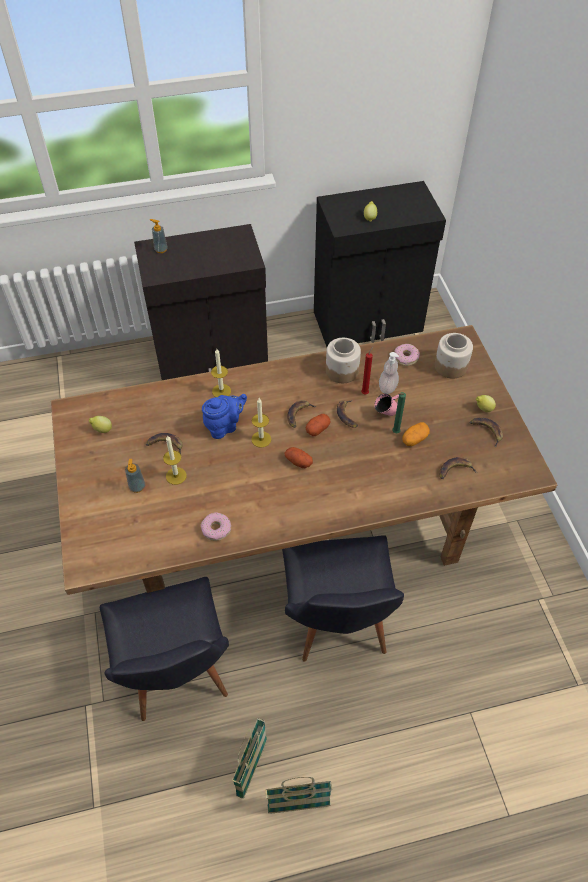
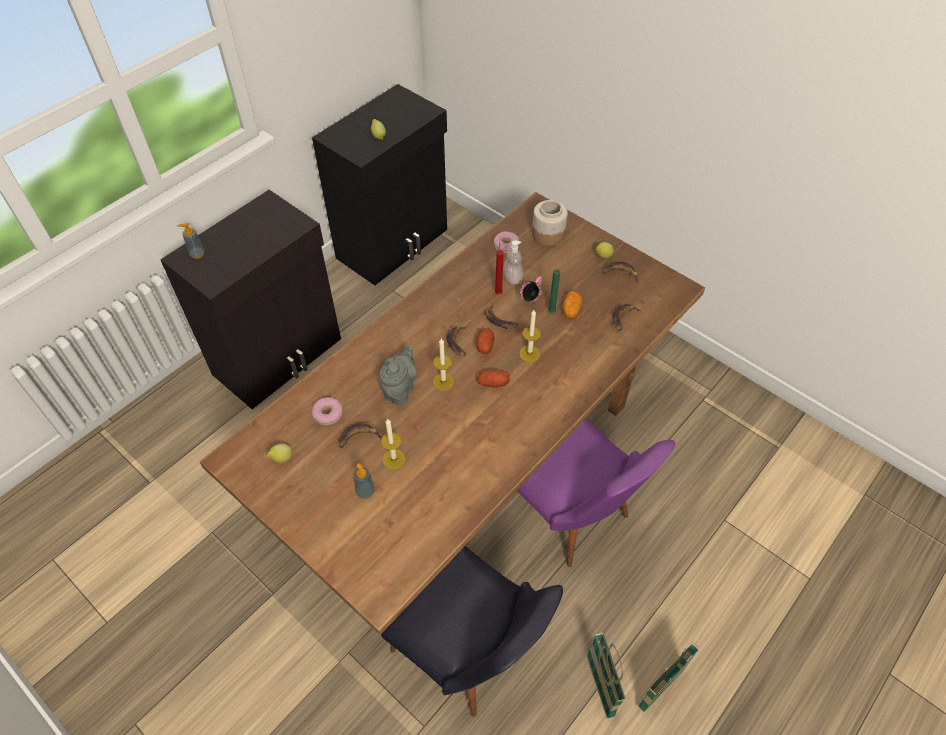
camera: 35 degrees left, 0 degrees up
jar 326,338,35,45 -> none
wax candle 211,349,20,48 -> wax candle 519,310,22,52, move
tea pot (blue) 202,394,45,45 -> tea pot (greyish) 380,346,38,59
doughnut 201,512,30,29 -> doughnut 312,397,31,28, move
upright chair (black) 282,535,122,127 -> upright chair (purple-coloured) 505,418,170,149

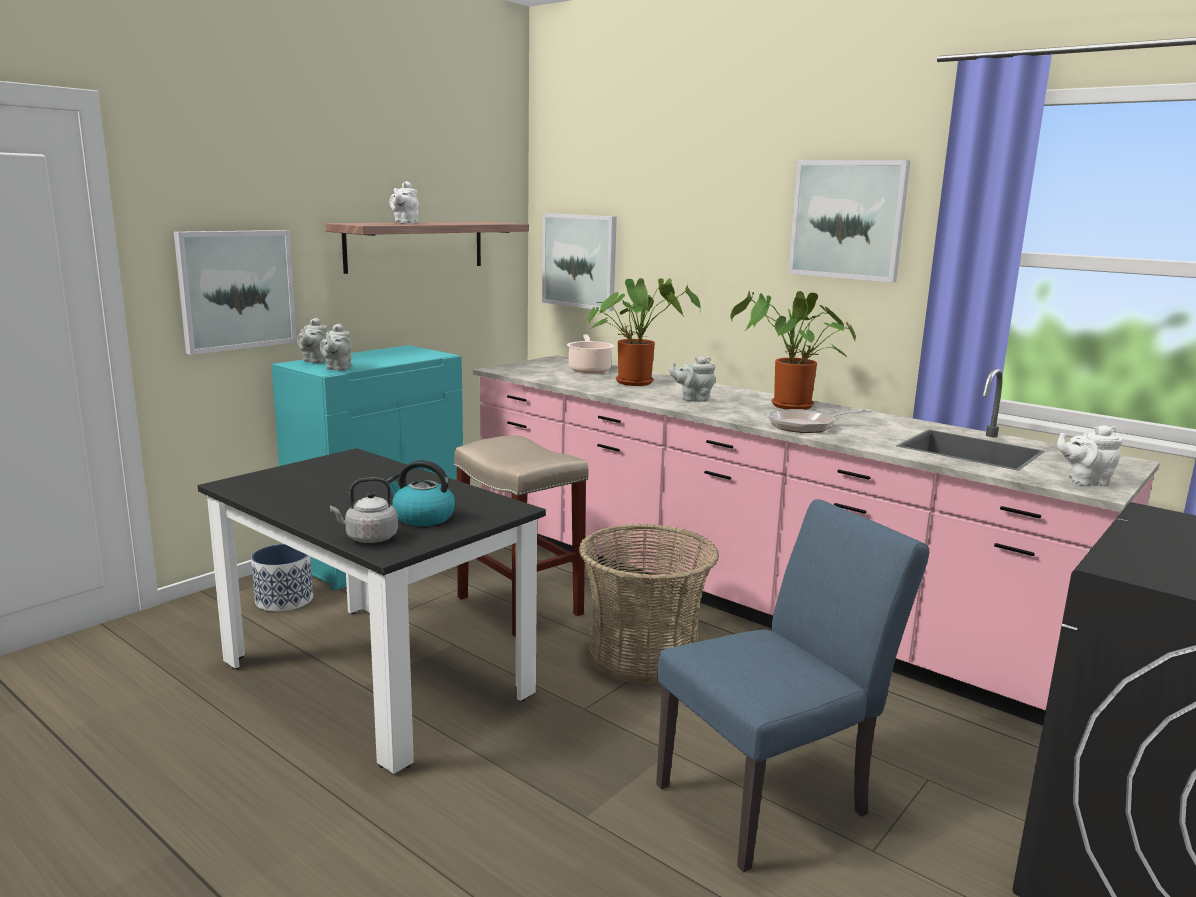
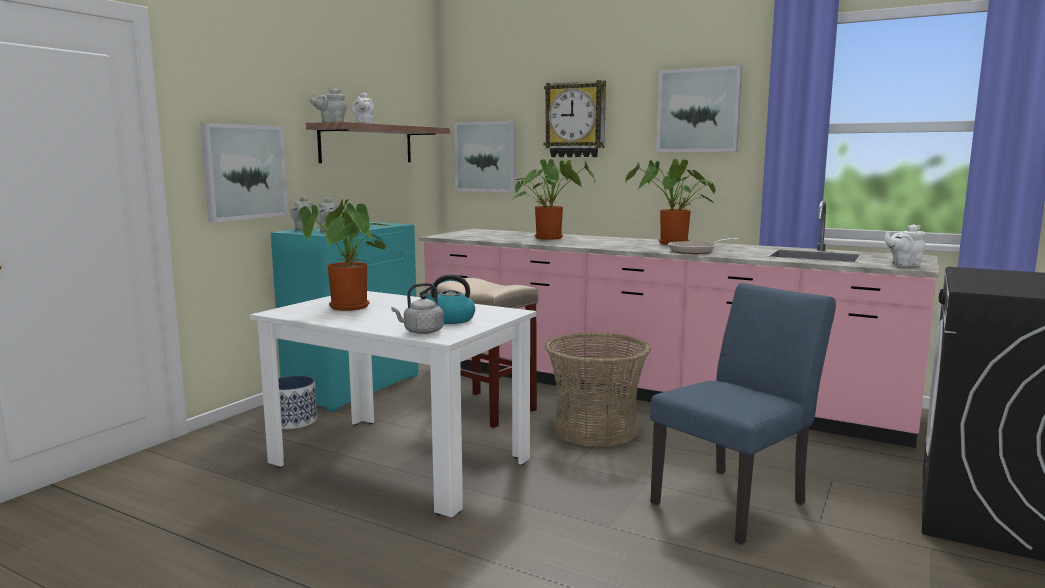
camera: 10 degrees left, 5 degrees down
cooking pot 567,334,47,39 -> none
tea pot (greyish) 669,356,47,46 -> tea pot (greyish) 310,88,37,34, move
dinner table (black) 198,448,348,326 -> dinner table (whitish) 250,291,286,227
none -> hanging clock 544,80,62,77
none -> plant in a pot 299,199,90,112

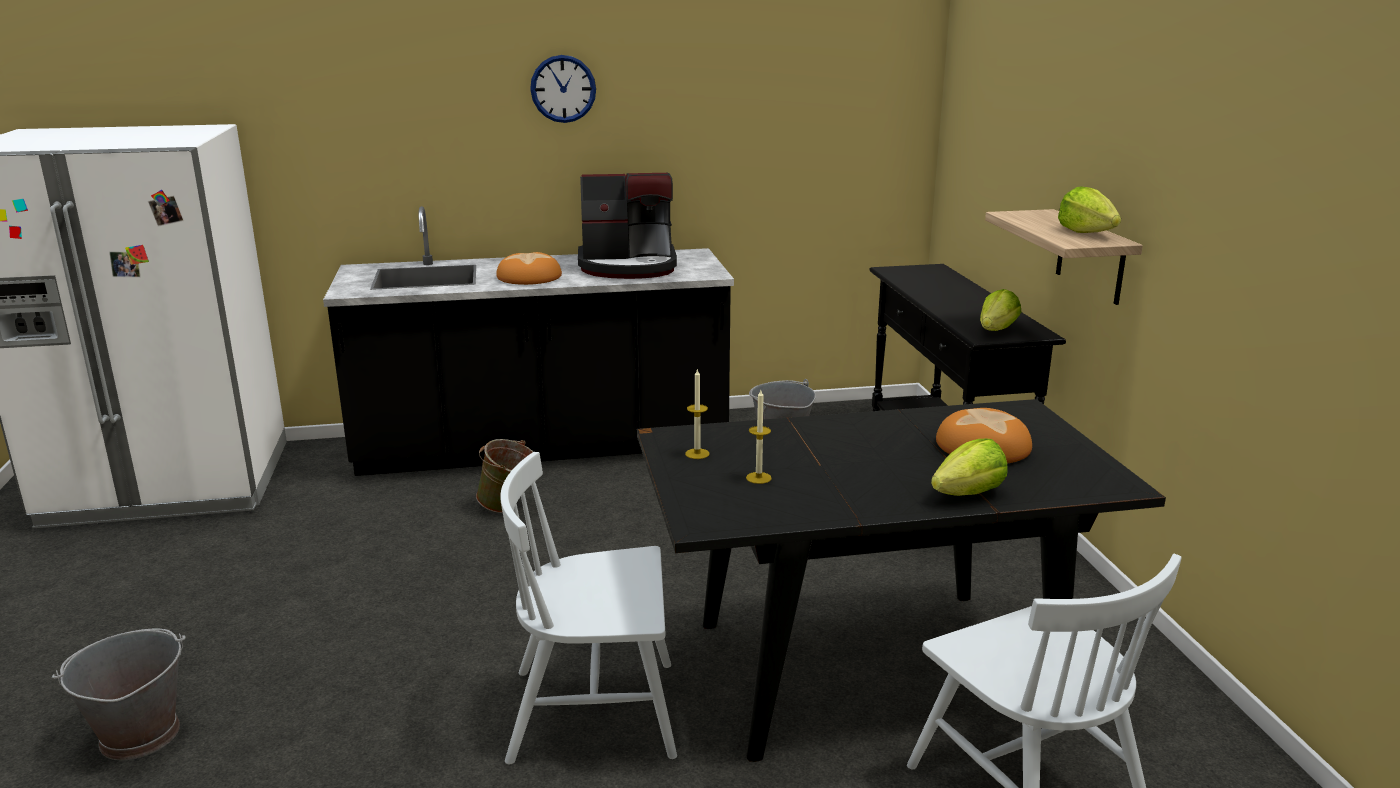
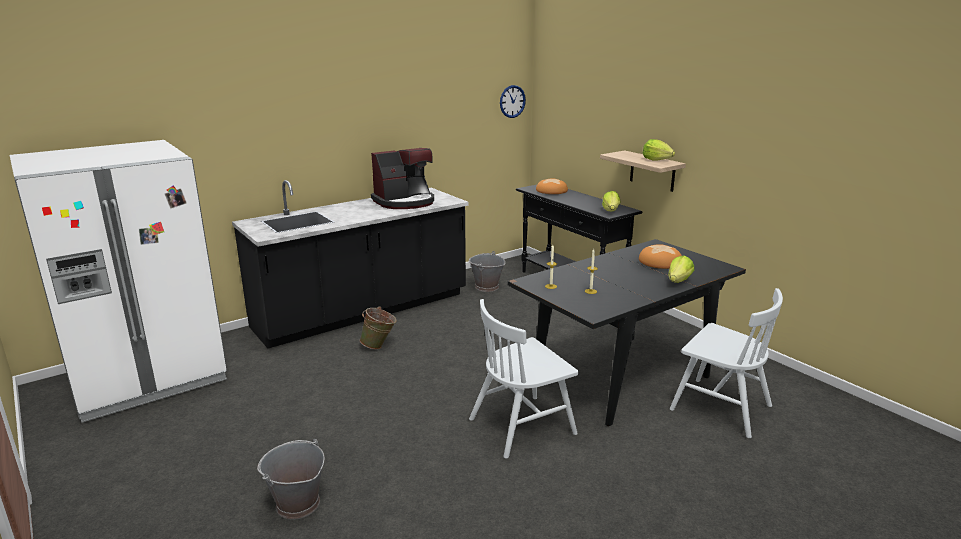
camera: 25 degrees left, 0 degrees up
hanging clock 530,55,66,68 -> hanging clock 500,85,26,33, move
bread 496,252,66,33 -> bread 536,178,32,16, move

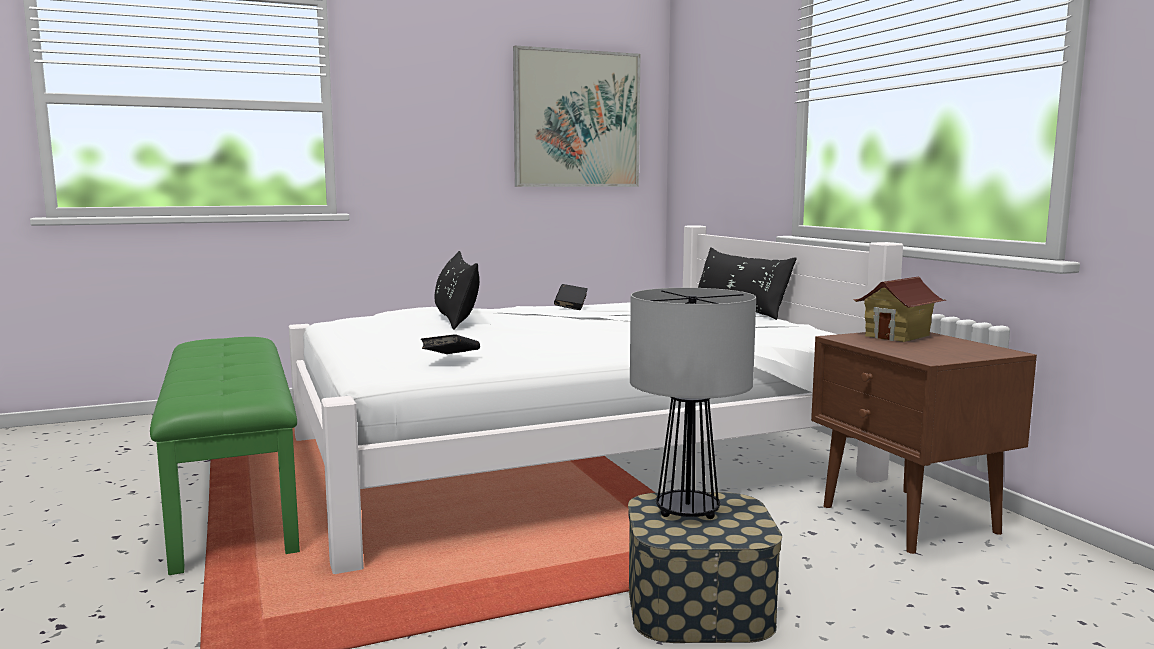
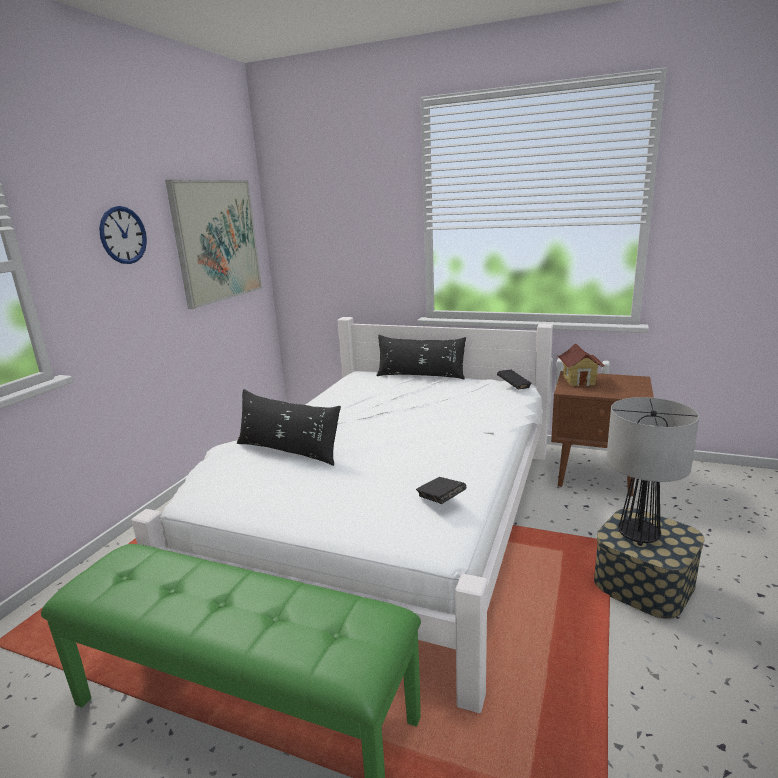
camera: 45 degrees left, 10 degrees up
book (black) 554,284,34,26 -> book (black) 497,370,35,19, move
none -> hanging clock 99,206,48,58

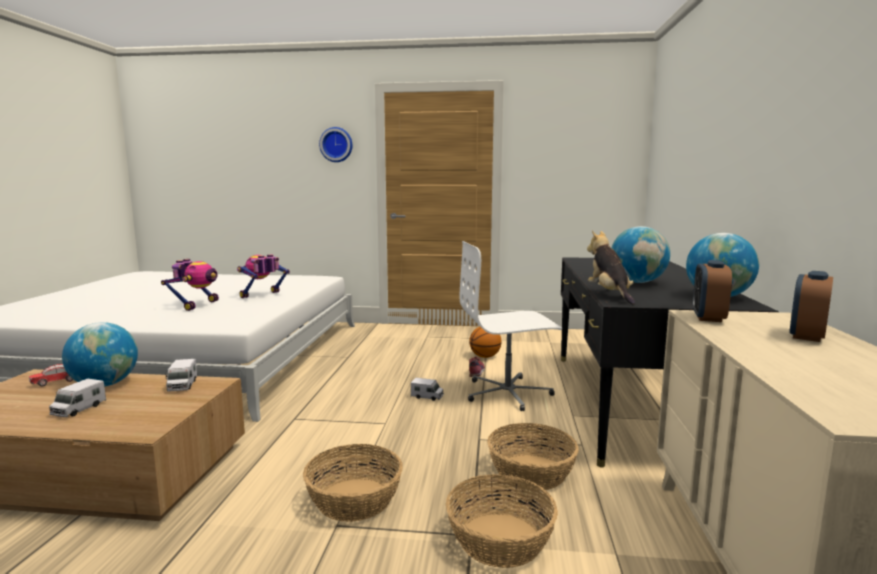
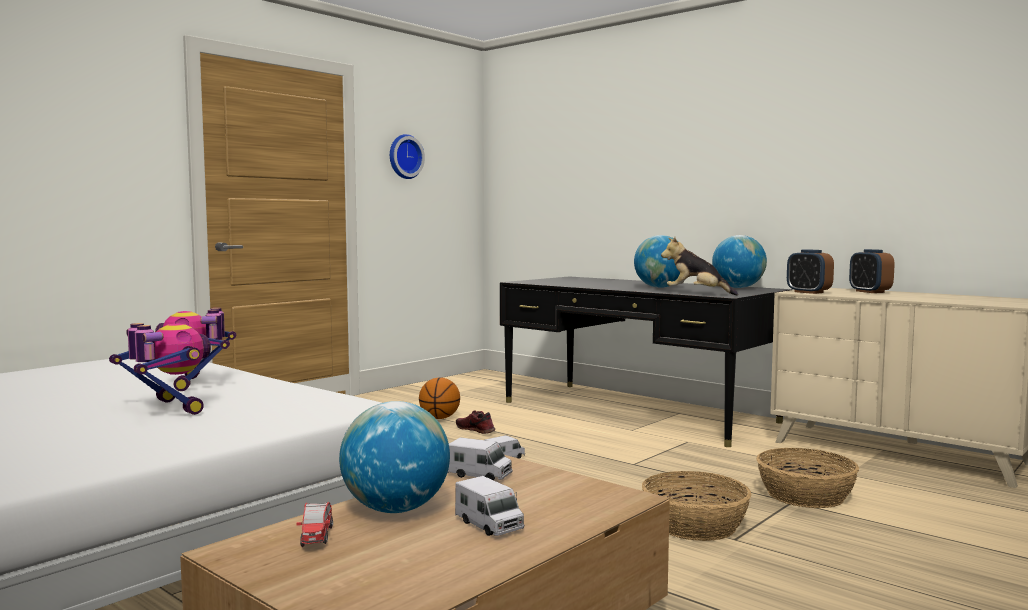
camera: 55 degrees left, 5 degrees down
hanging clock 319,127,33,35 -> hanging clock 390,134,35,45, move
computer chair (whitish) 460,241,102,170 -> none
storage basket 487,423,92,68 -> none

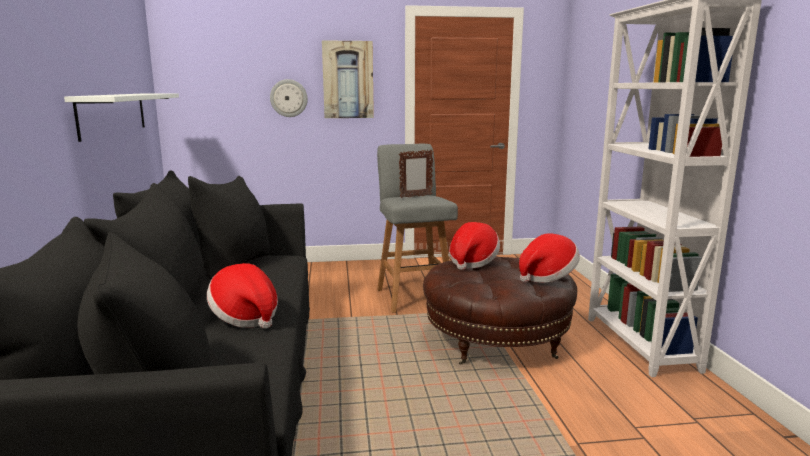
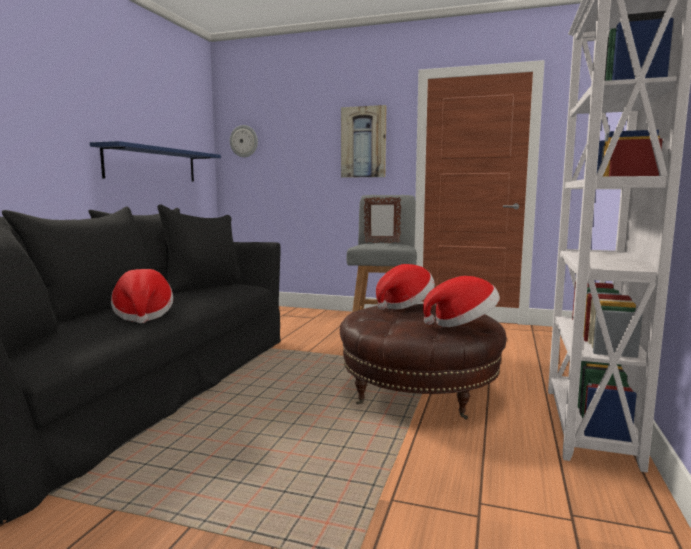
camera: 25 degrees right, 5 degrees down
hanging clock 270,79,38,38 -> hanging clock 230,125,28,32, move
shelf (whitish) 64,93,115,49 -> shelf (blue) 90,141,131,41

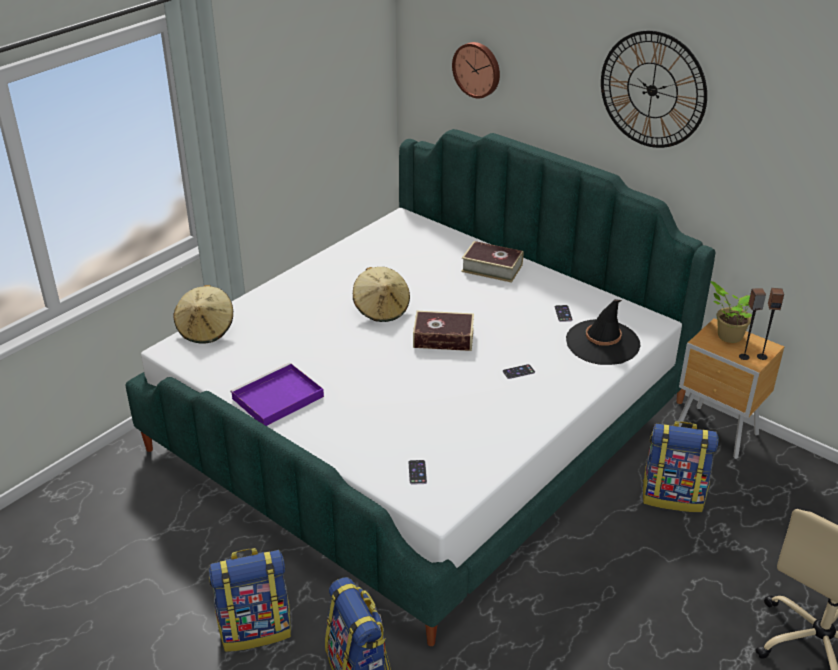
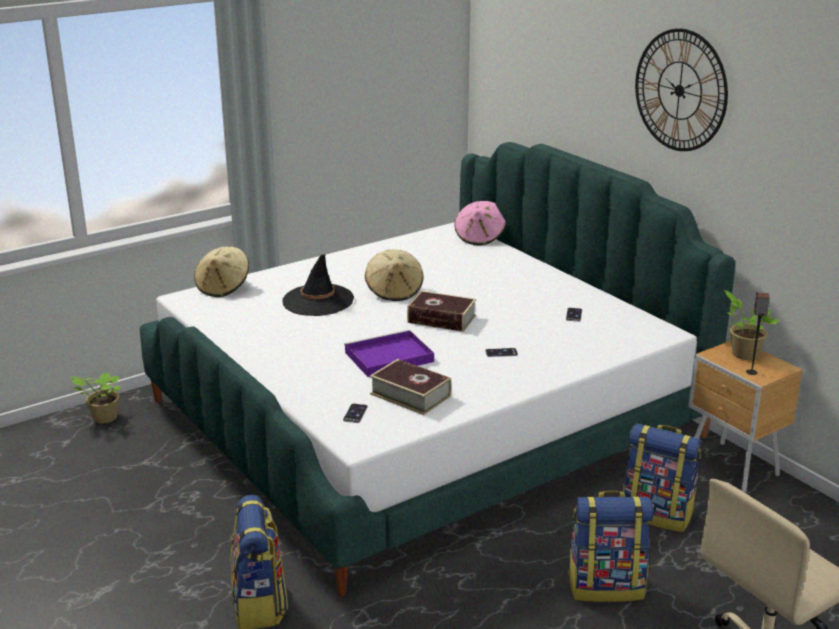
camera: 15 degrees right, 10 degrees down
hanging clock 452,42,48,57 -> none
book 461,241,62,42 -> book 370,359,82,56, move
loudspeaker 757,288,27,72 -> none
wearable hat (black) 566,299,74,66 -> wearable hat (black) 282,254,72,62, move
tray (purple-coloured) 230,363,94,63 -> tray (purple-coloured) 344,330,90,47, move
backpack 209,548,82,104 -> backpack 568,491,86,111, move
none -> wearable hat (pinkish) 454,201,52,44
none -> plant in a pot 70,372,51,52

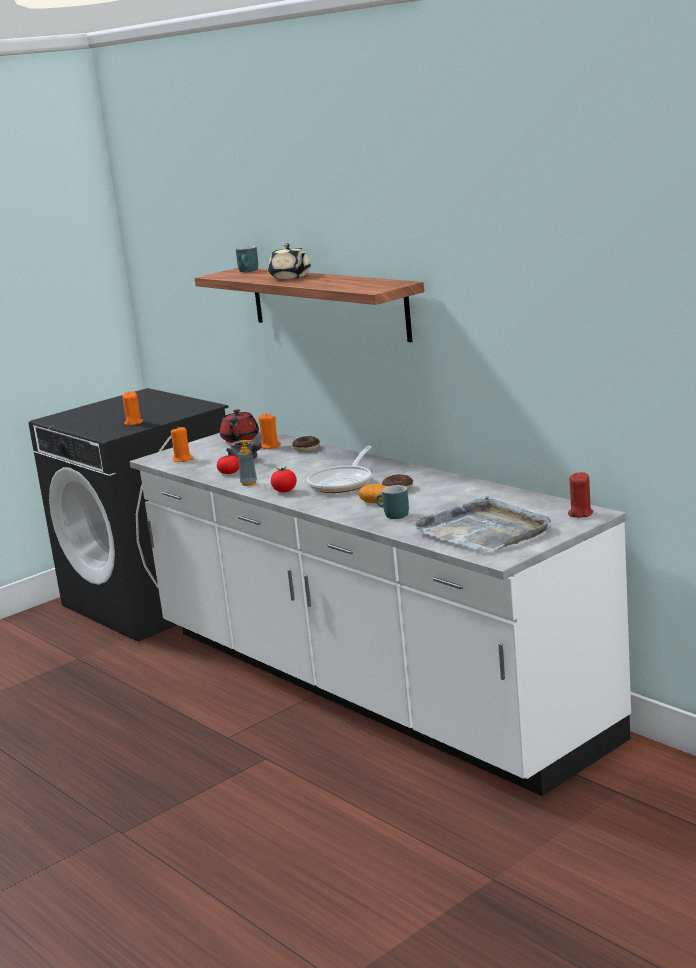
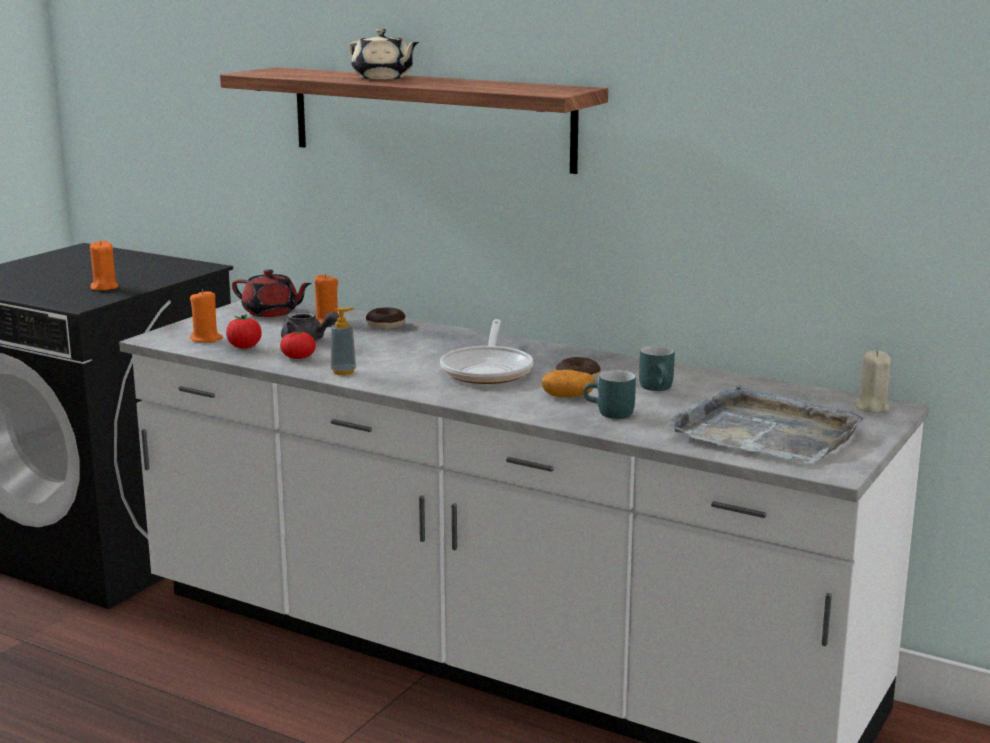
camera: 20 degrees left, 0 degrees up
coffee mug (blue-green) 236,246,22,26 -> coffee mug (blue-green) 639,345,36,46, move
tea pot (red) 220,409,39,34 -> tea pot (red) 232,269,80,48, 60 degrees counterclockwise
tomato 271,467,26,25 -> tomato 226,314,36,35, move
wax candle (red) 568,472,25,46 -> wax candle (beige-coloured) 854,350,37,63

